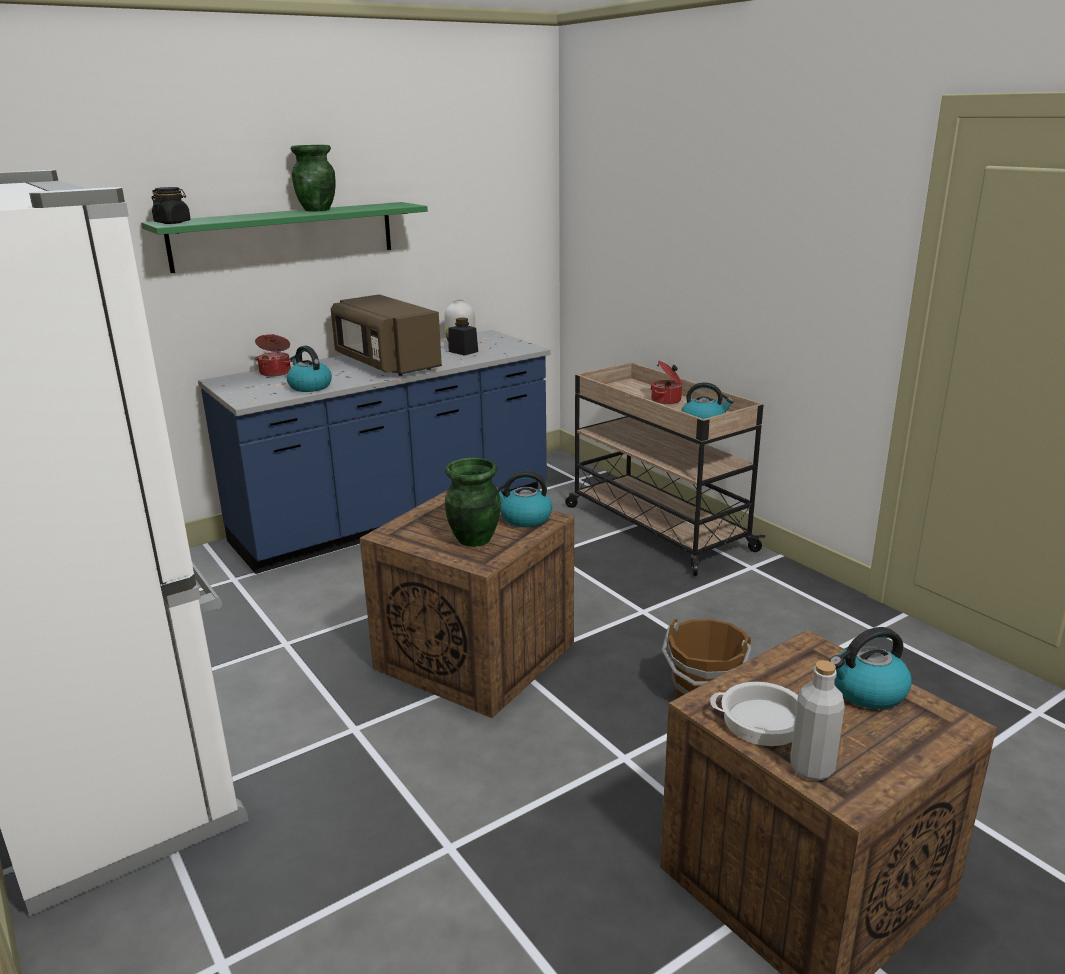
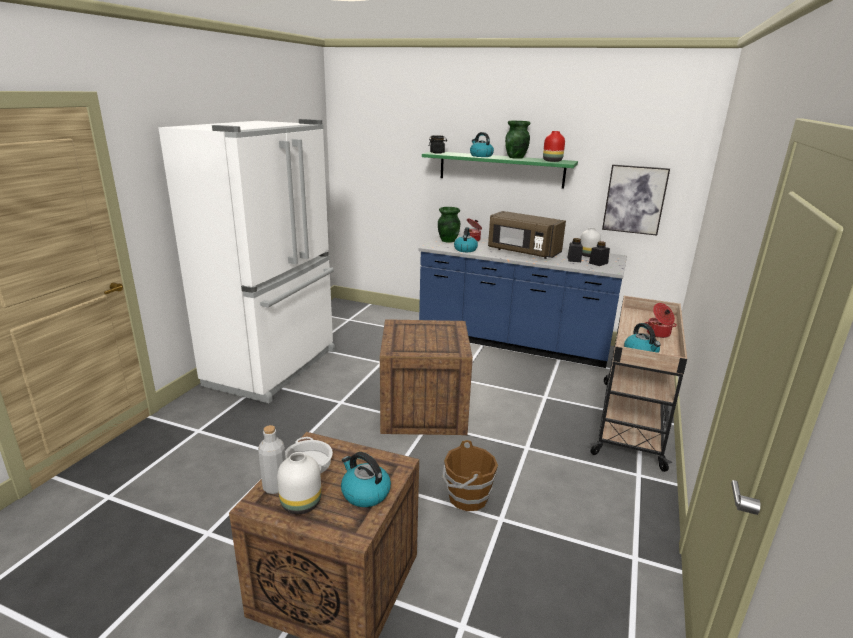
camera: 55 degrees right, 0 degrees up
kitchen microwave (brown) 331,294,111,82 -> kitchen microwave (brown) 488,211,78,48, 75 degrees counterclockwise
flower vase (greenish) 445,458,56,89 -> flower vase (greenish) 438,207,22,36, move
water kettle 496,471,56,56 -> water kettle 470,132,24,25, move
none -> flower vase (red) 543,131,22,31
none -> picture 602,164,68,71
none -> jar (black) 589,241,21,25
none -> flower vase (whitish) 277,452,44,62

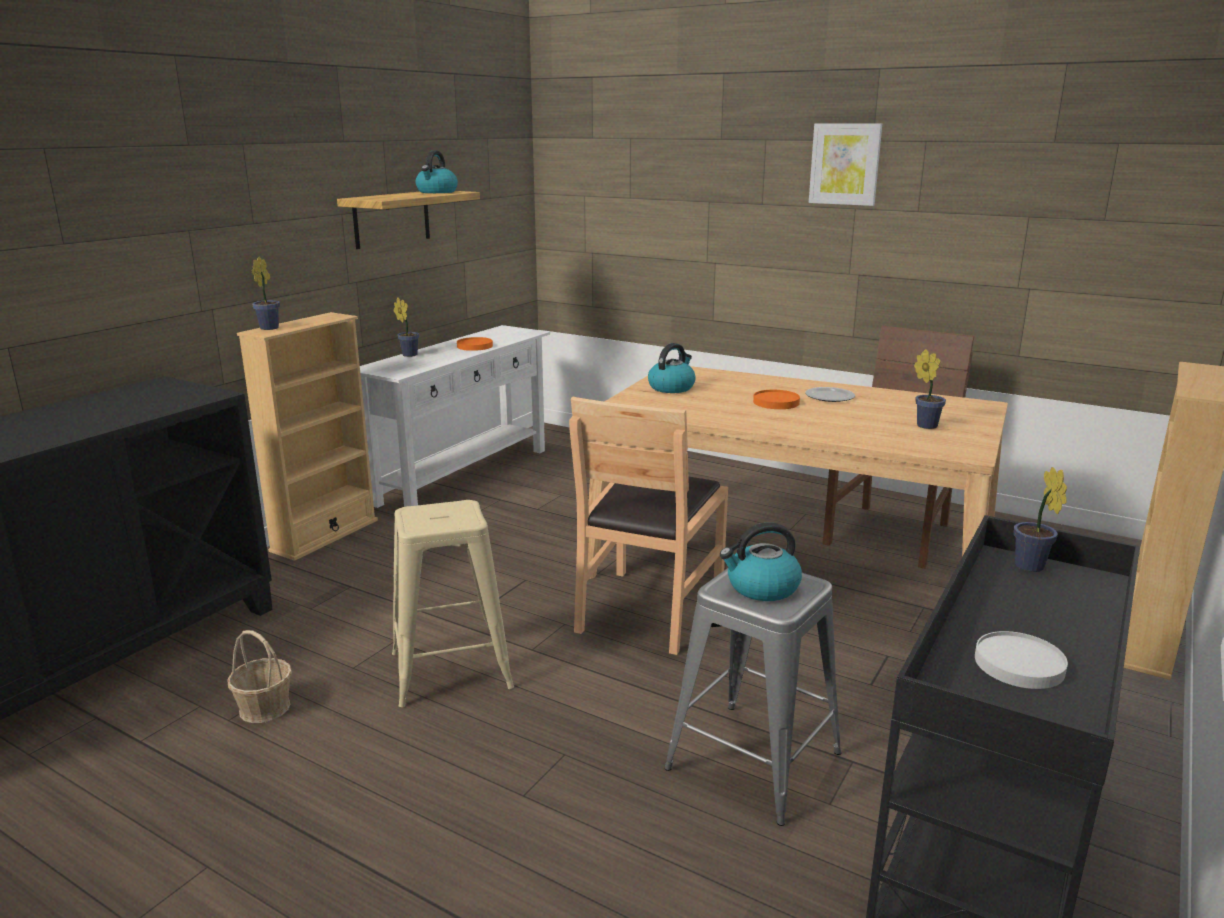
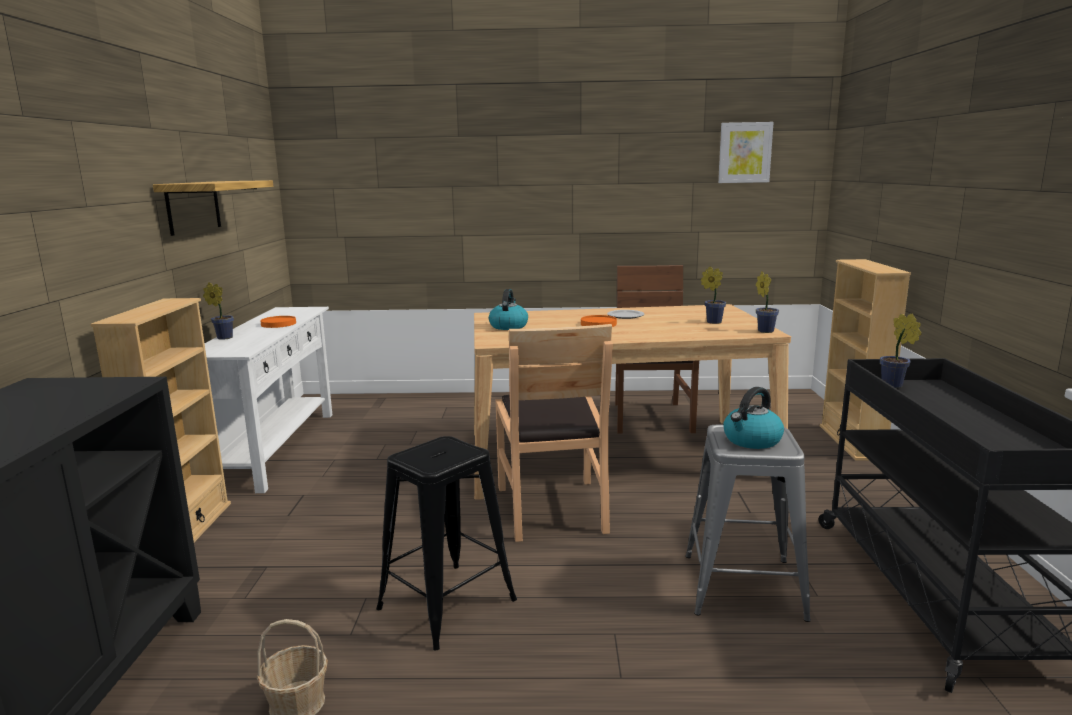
camera: 30 degrees left, 5 degrees down
picture 809,123,73,83 -> picture 718,122,56,61, move
water kettle 416,151,42,42 -> none
plant in a pot 252,256,28,74 -> plant in a pot 756,272,23,61, move
sitting stool (beige-coloured) 392,500,122,207 -> sitting stool (black) 376,436,141,215
dinner plate (whitish) 975,631,93,58 -> none

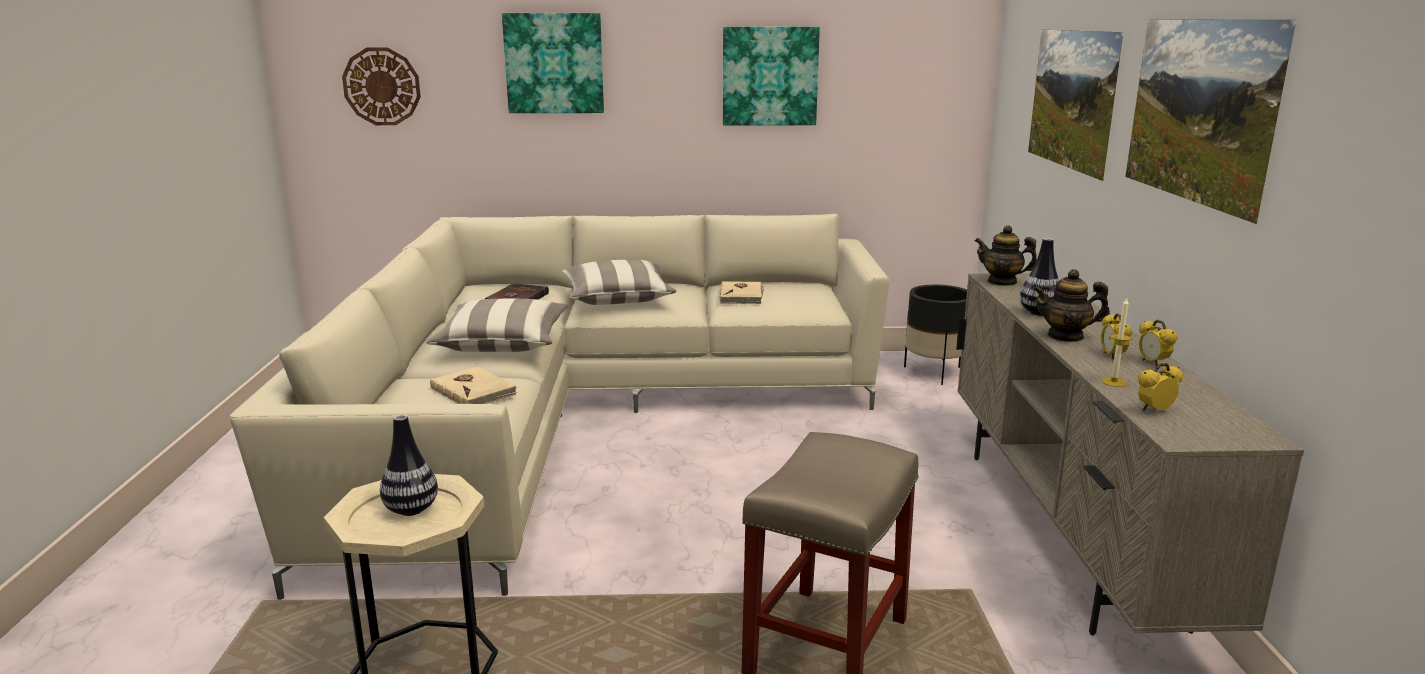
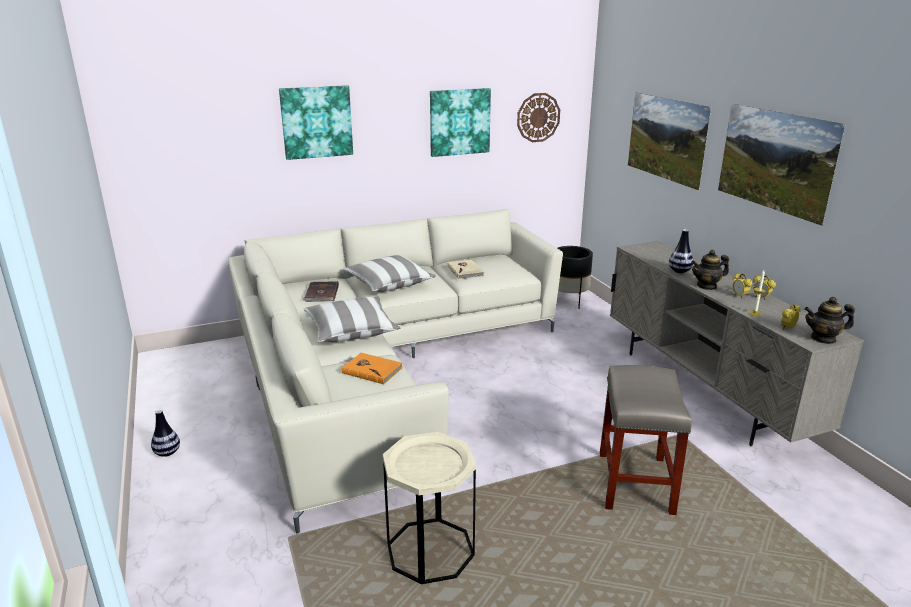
camera: 20 degrees left, 5 degrees up
hanging clock 342,47,79,78 -> hanging clock 517,93,43,49, move
tea pot 975,225,62,61 -> tea pot 805,297,50,47, move
book (beige-coloured) 430,367,87,37 -> book (orange) 341,353,62,31
flower vase 380,414,58,102 -> flower vase 151,410,29,46, move

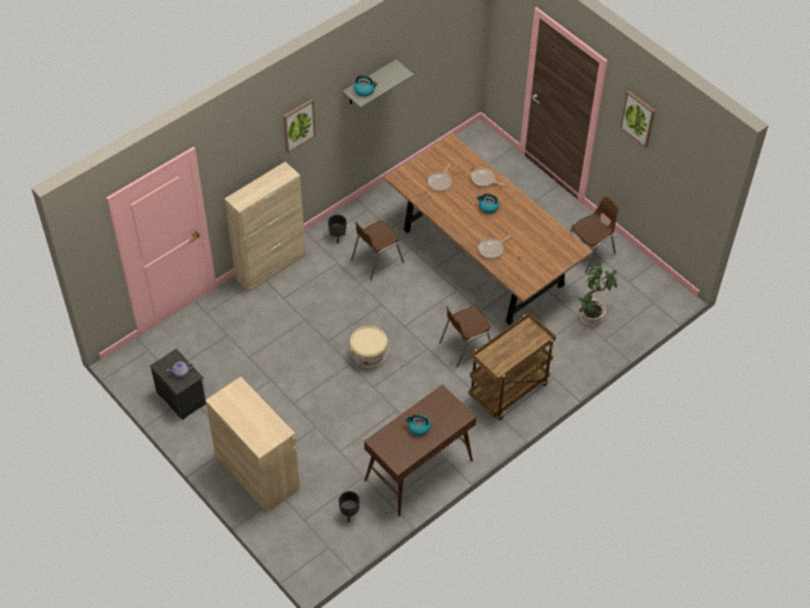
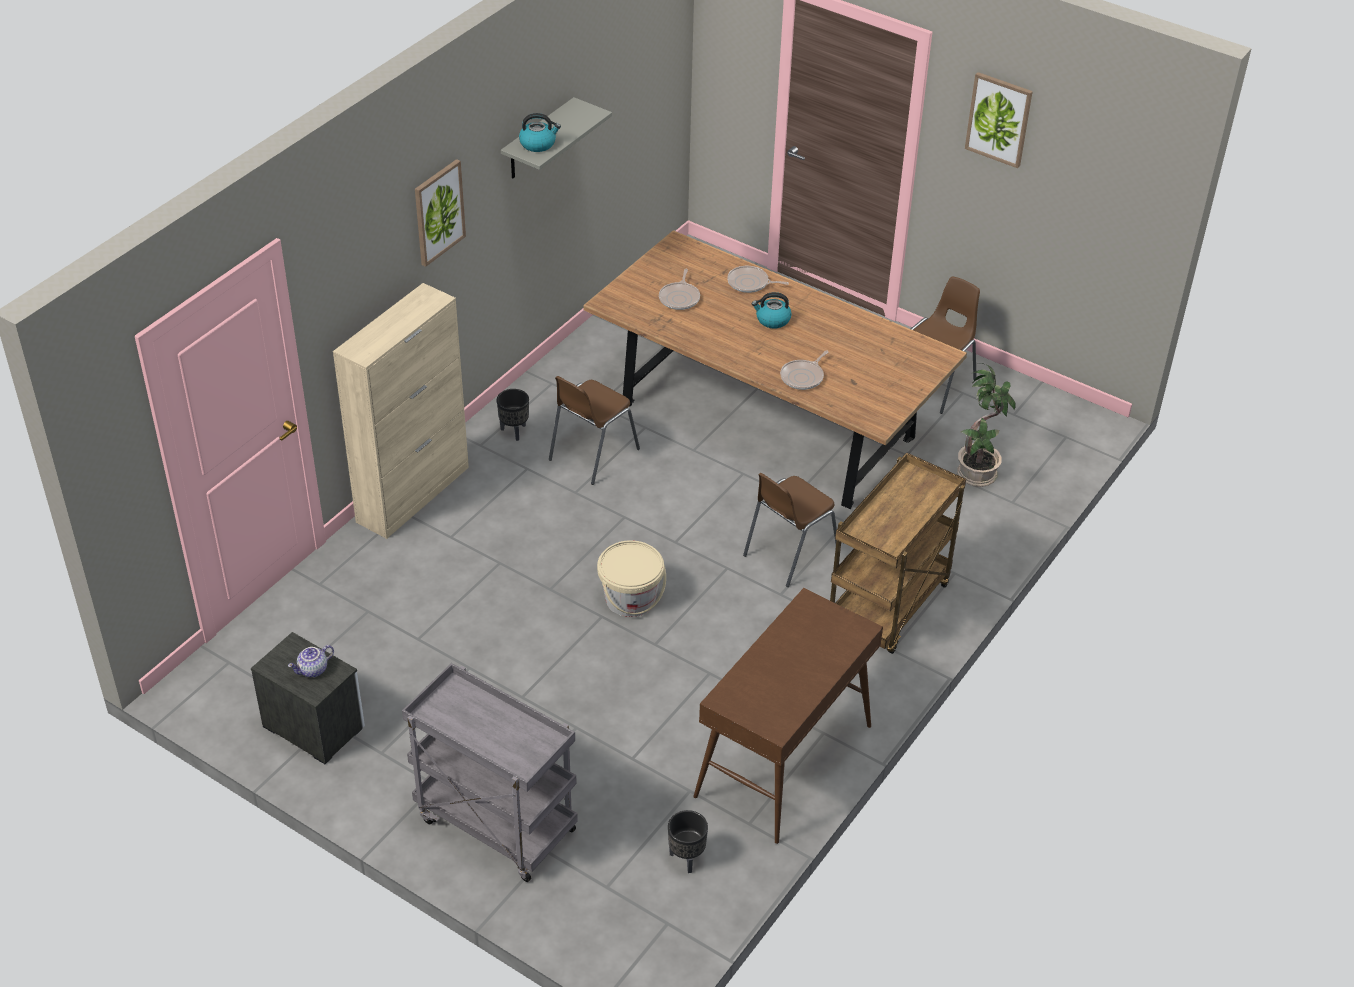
camera: 15 degrees left, 10 degrees down
cupboard (beige-coloured) 205,377,95,136 -> cart (greyish) 402,663,176,219
water kettle 405,415,26,21 -> none

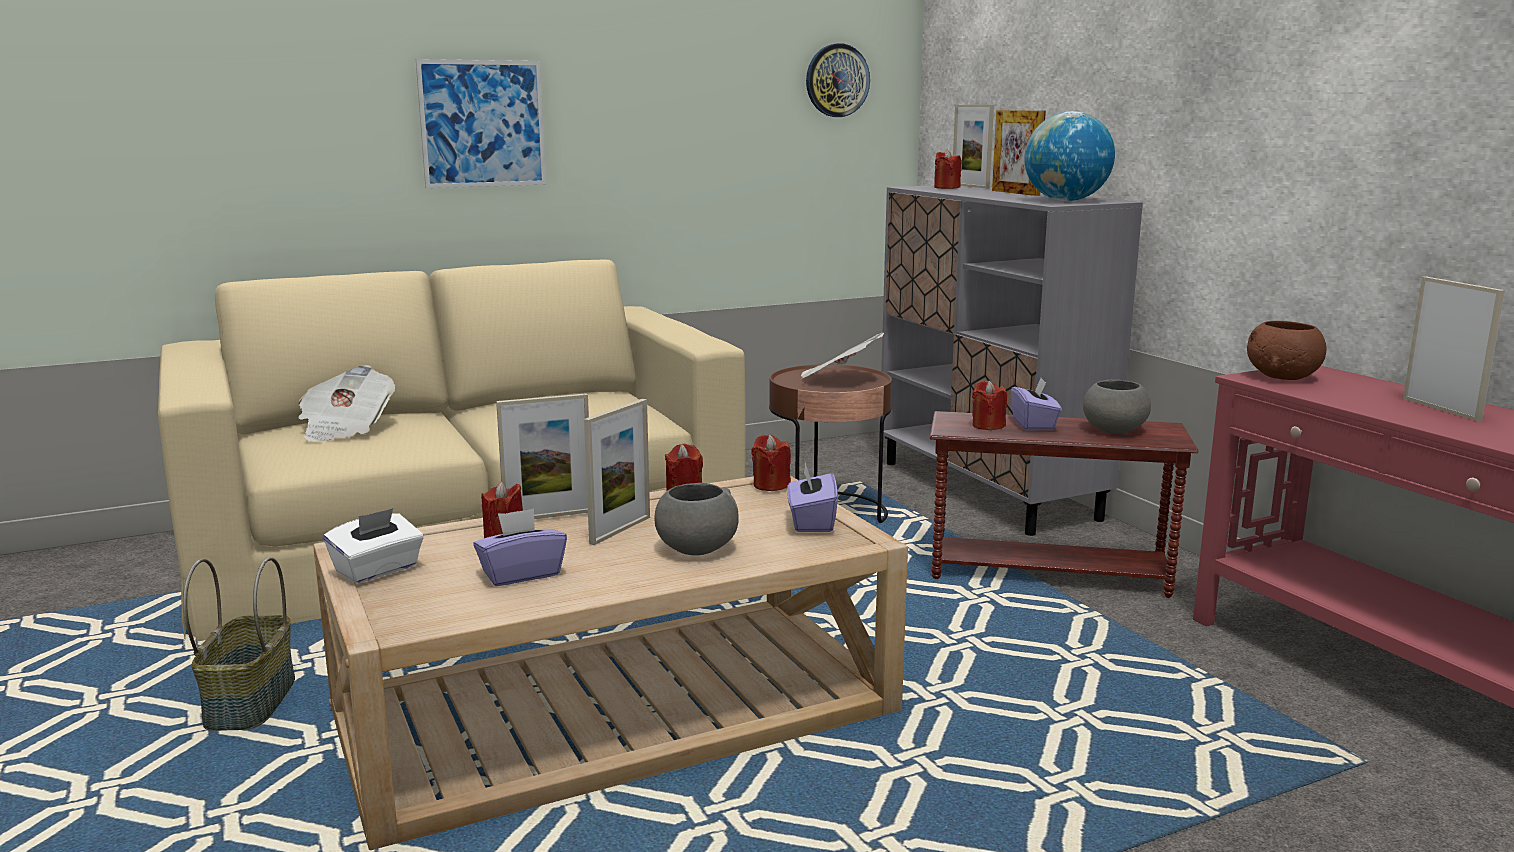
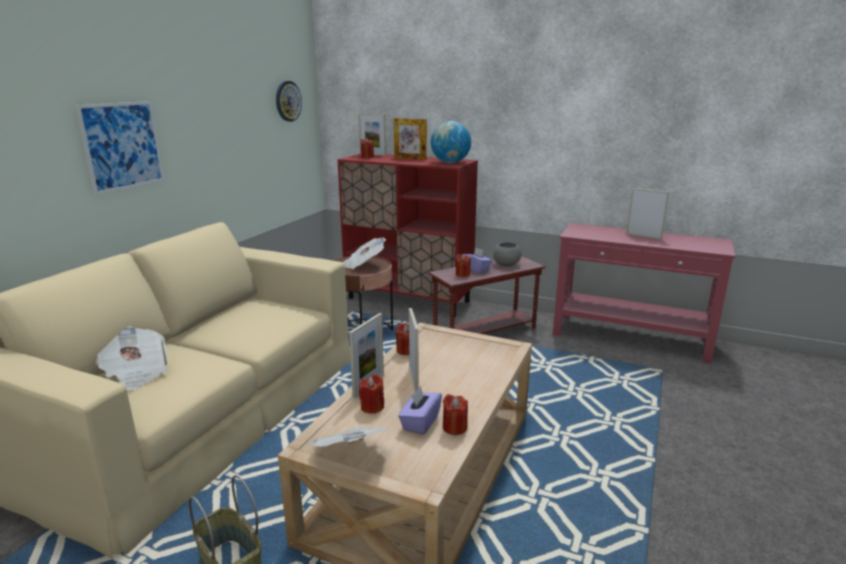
camera: 40 degrees left, 5 degrees up
cupboard (greyish) 879,185,264,351 -> cupboard (red) 337,154,141,163
serving bowl (brown) 1247,321,80,59 -> none
wax candle (red) 751,435,40,56 -> wax candle (red) 443,394,25,41, move
tissue holder (purple-coloured) 787,463,51,69 -> none
serving bowl (greyish) 654,483,85,72 -> none
tissue holder (whitish) 324,508,100,76 -> daily paper 310,427,80,20

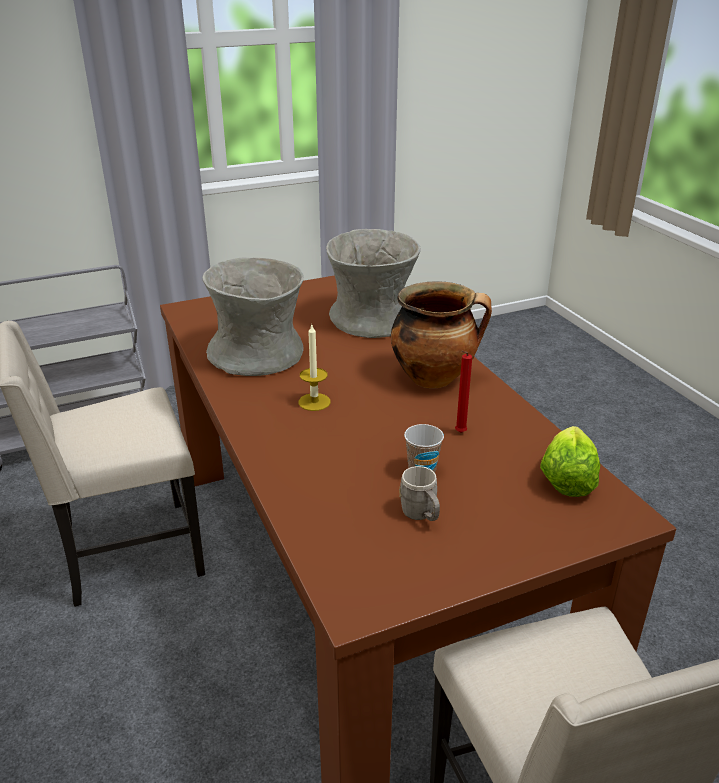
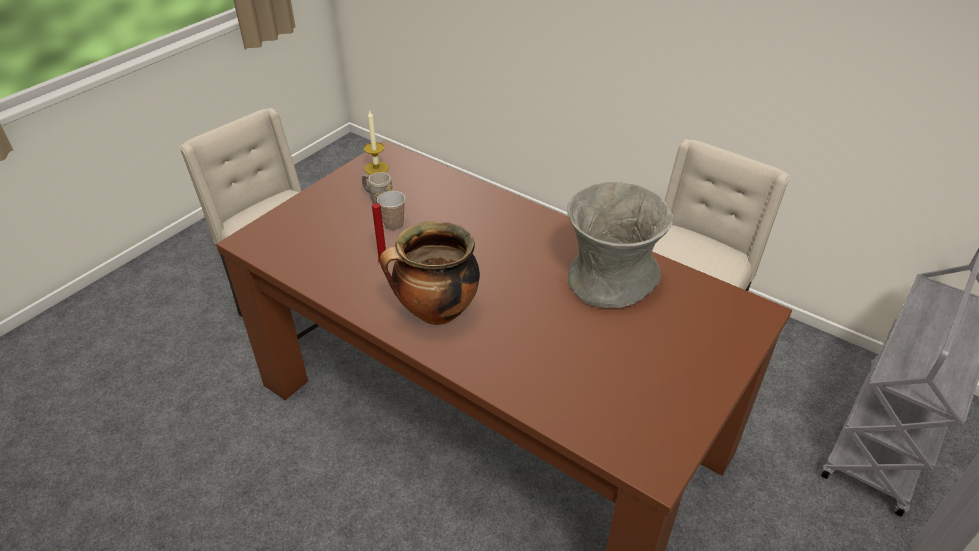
camera: 150 degrees right, 10 degrees up
flower vase (greyish) 326,229,94,109 -> none
wax candle 299,325,32,86 -> wax candle 364,111,25,64, move
lettuce 540,426,60,71 -> none

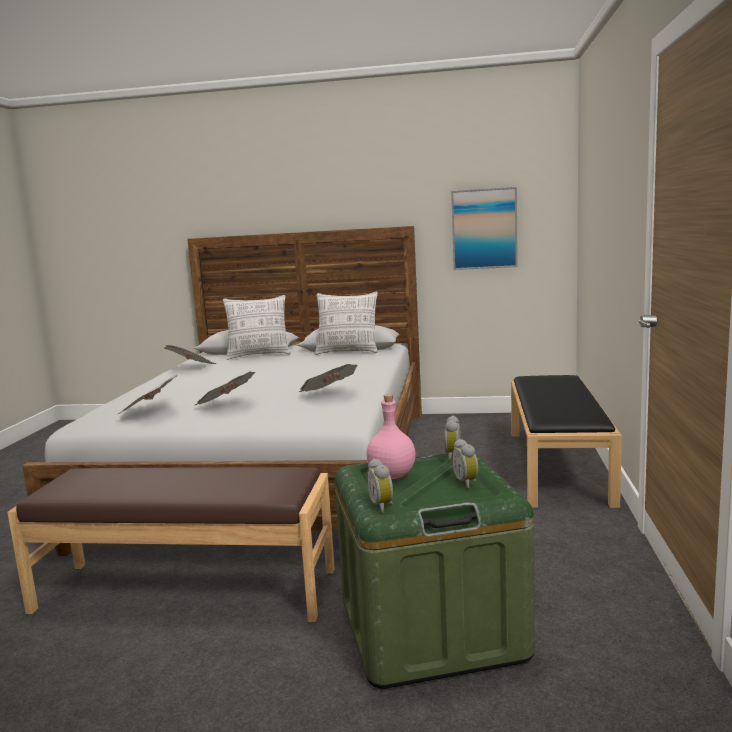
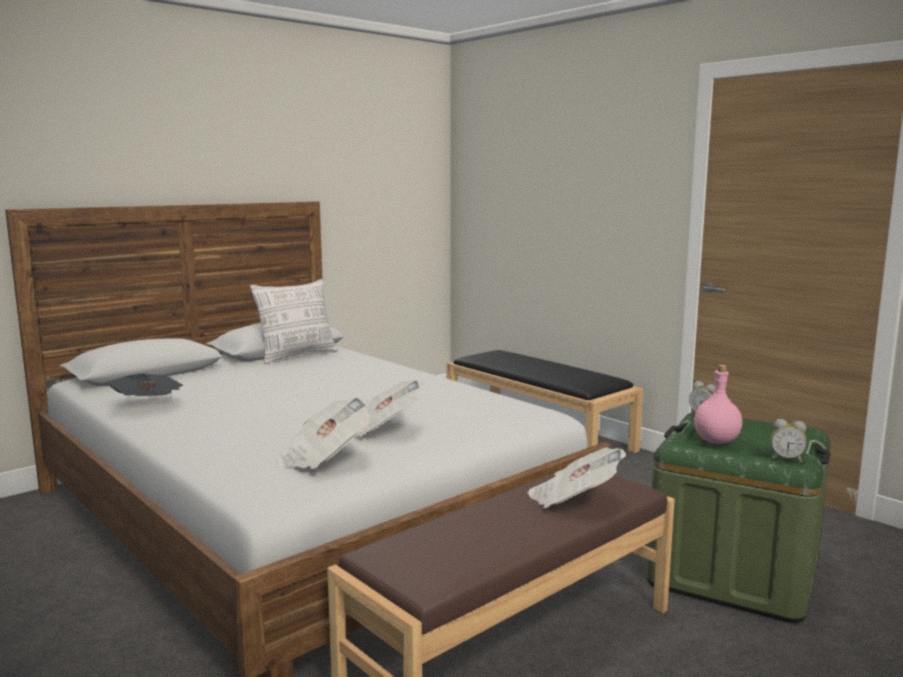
camera: 50 degrees left, 0 degrees up
picture 451,187,67,83 -> none
cushion 223,295,68,65 -> none
daily paper 299,364,59,28 -> daily paper 528,447,98,61, move
table clock 452,439,26,50 -> none

